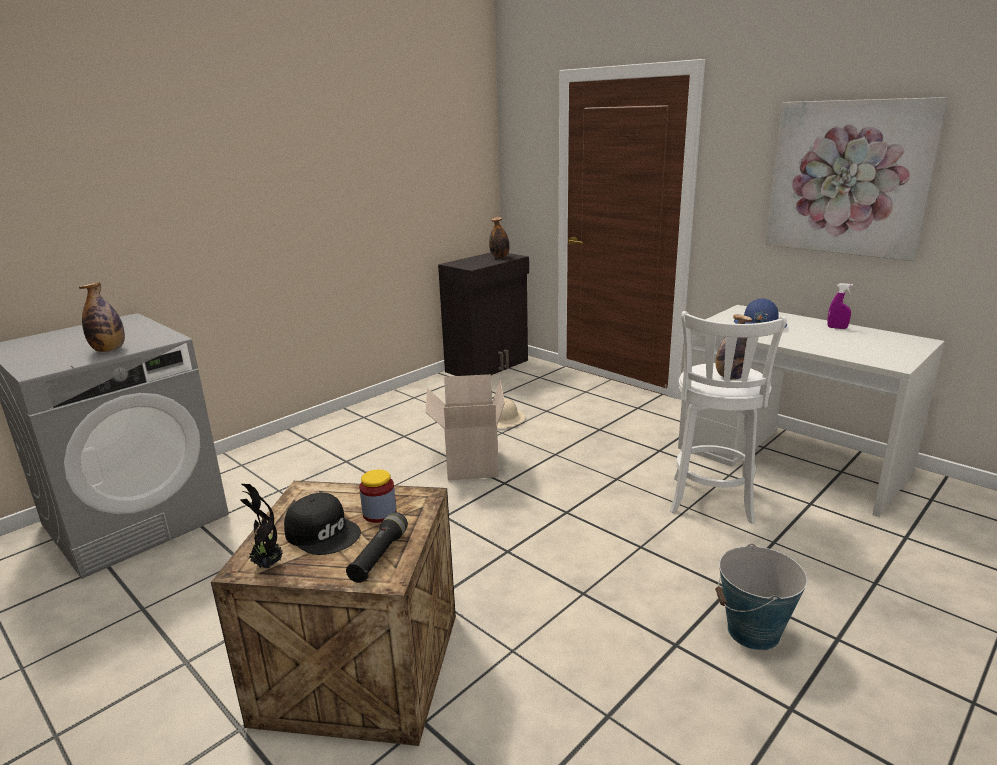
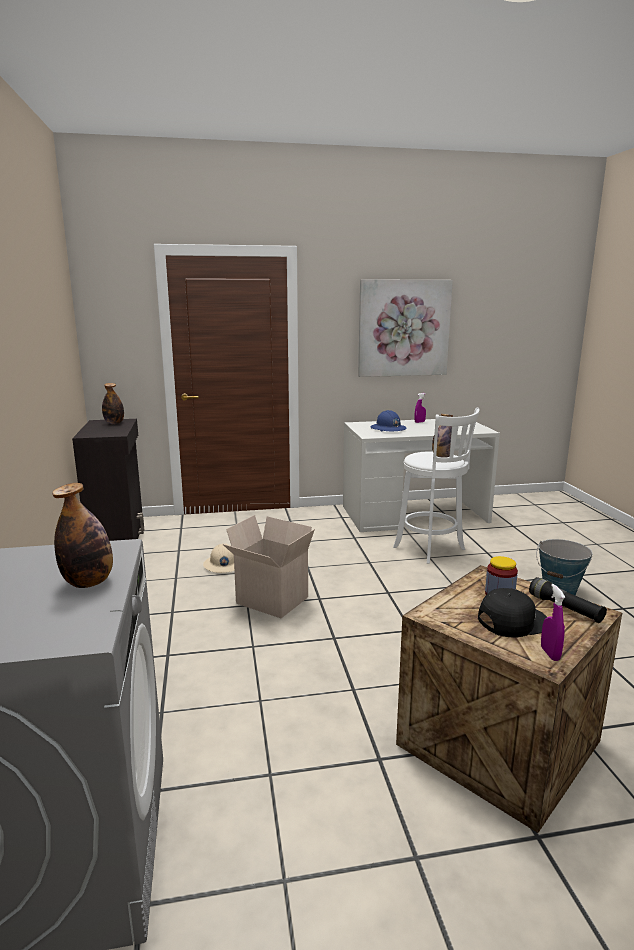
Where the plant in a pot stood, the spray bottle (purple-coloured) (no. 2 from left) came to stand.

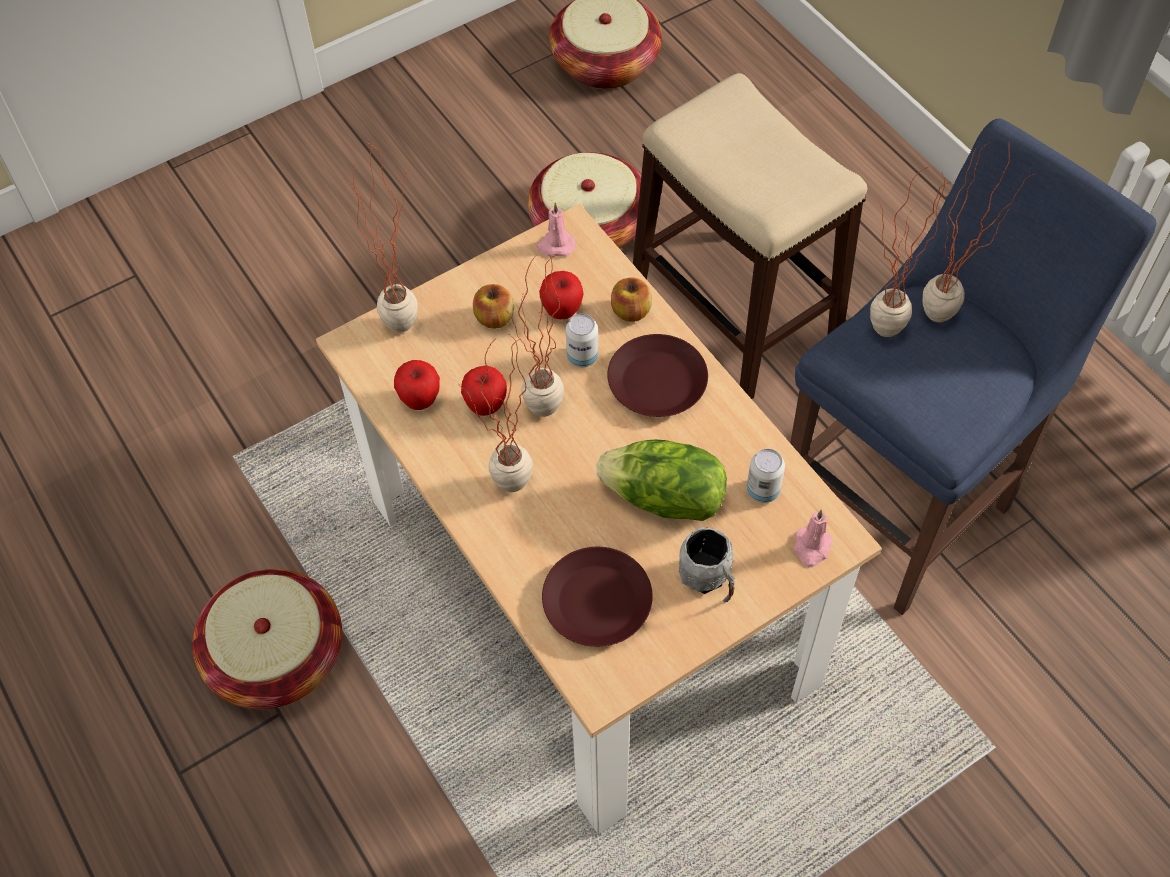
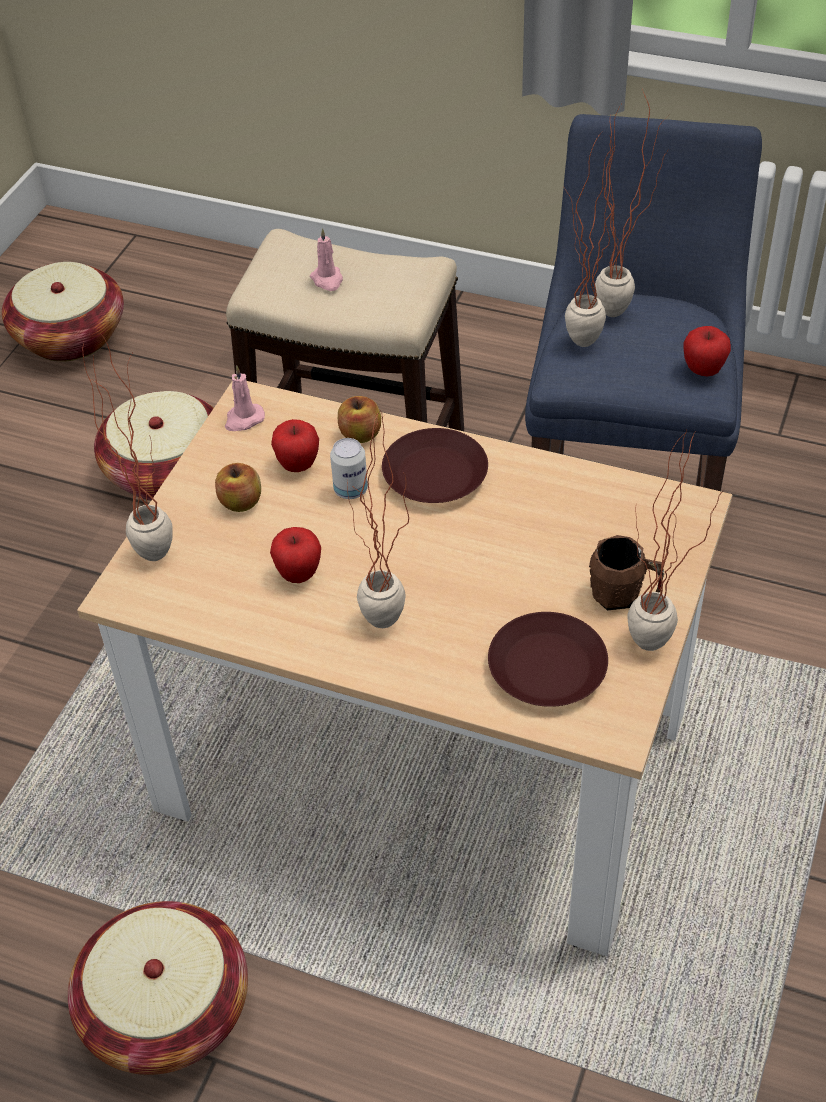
The candle (pink) (no. 2 from left) ended up elsewhere.
What was the tea mug (gray) turned into the tea mug (brownish).
The plant in a pot (no. 3 from left in the first image) ended up elsewhere.
The whole apple (no. 1 from left in the first image) ended up elsewhere.
The second view lost the lettuce head.
The second view lost the can (no. 2 from left).

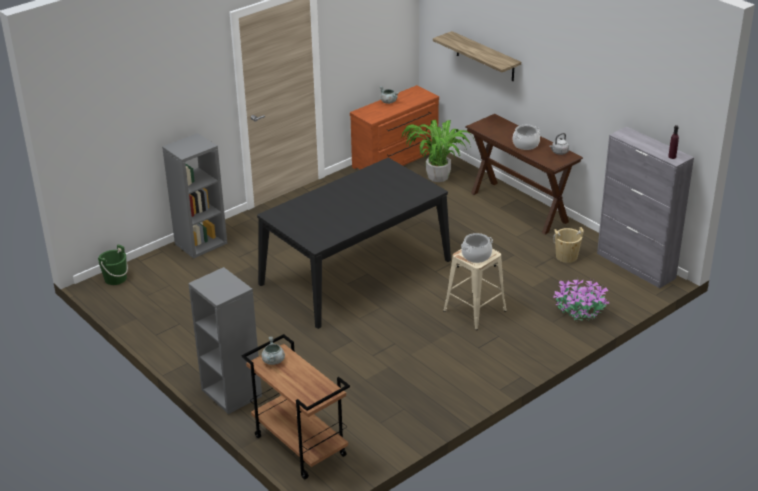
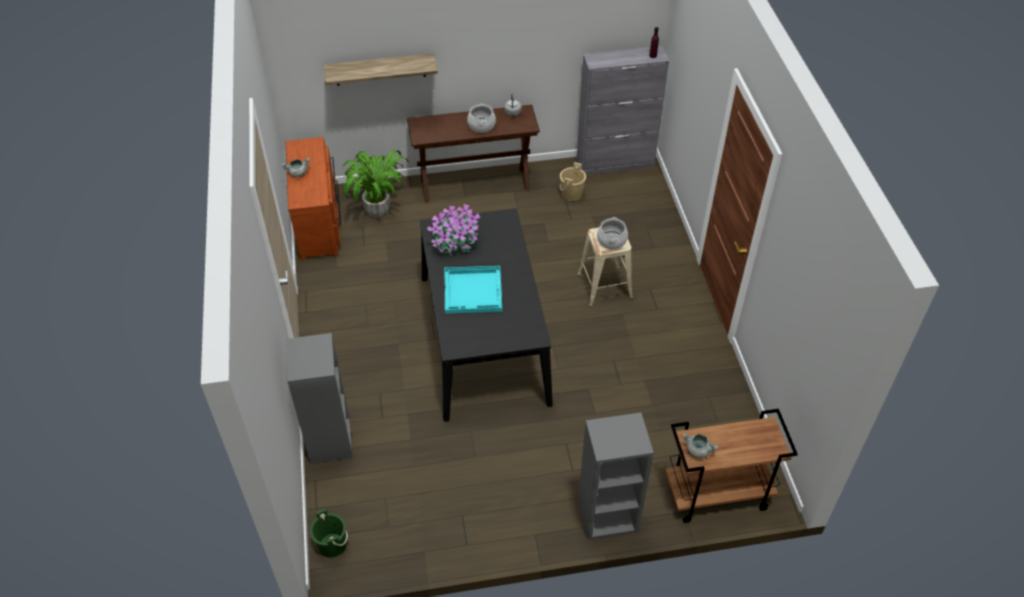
The plant in a pot (no. 2 from left) ended up elsewhere.
The second view gained the serving tray (blue-green).

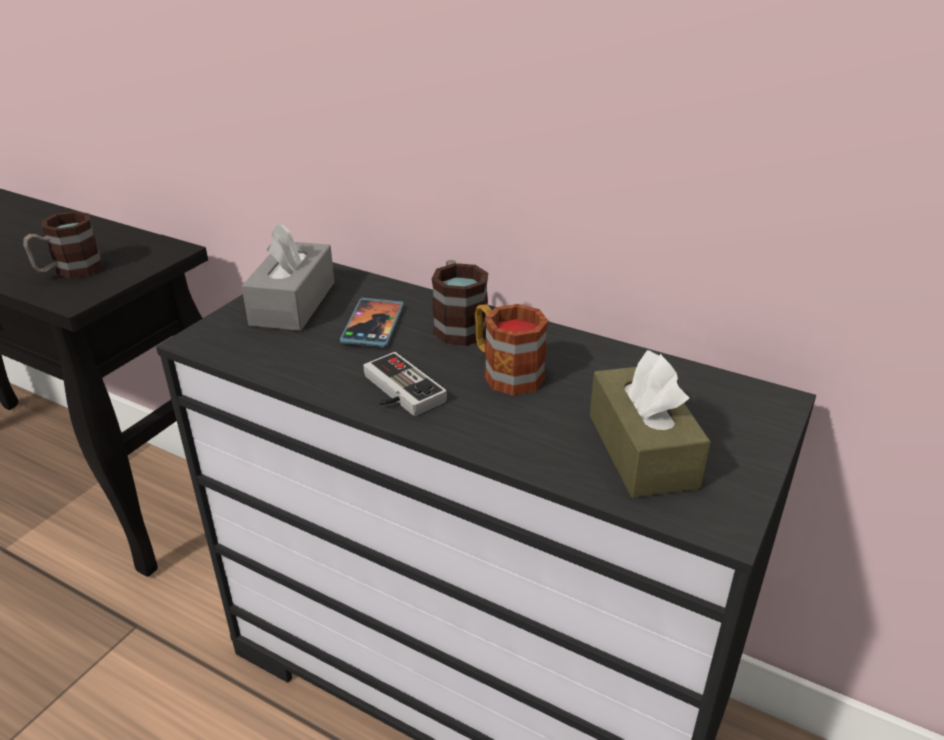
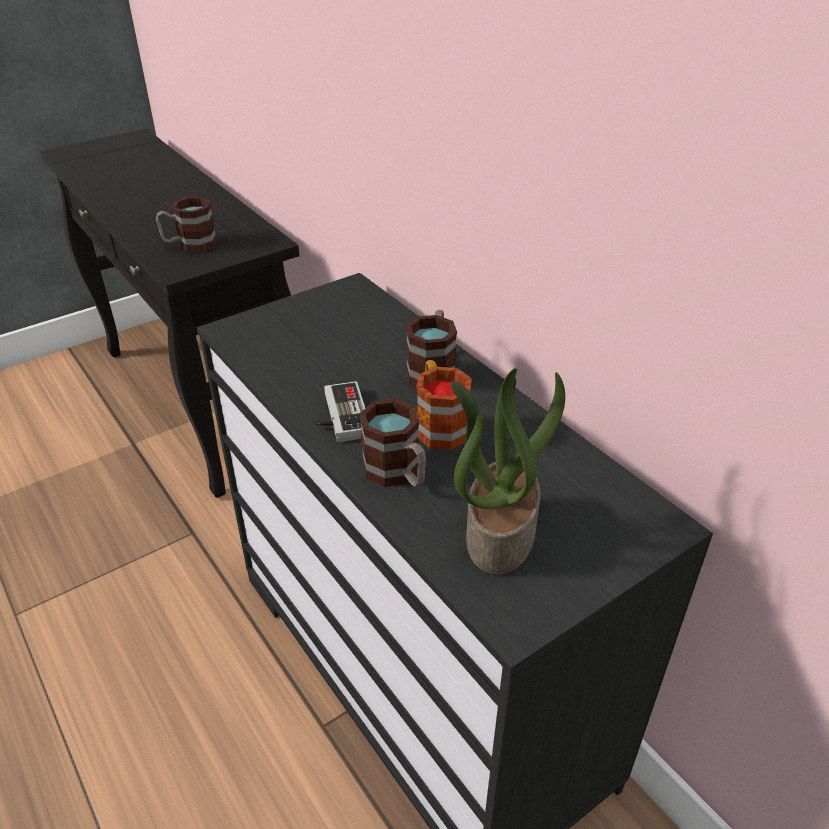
The second view gained the tea mug (no. 2 from left).
Where the box of tissues (brownish) stood, the plant in a pot came to stand.
The second view lost the box of tissues (gray).
The second view lost the handset.

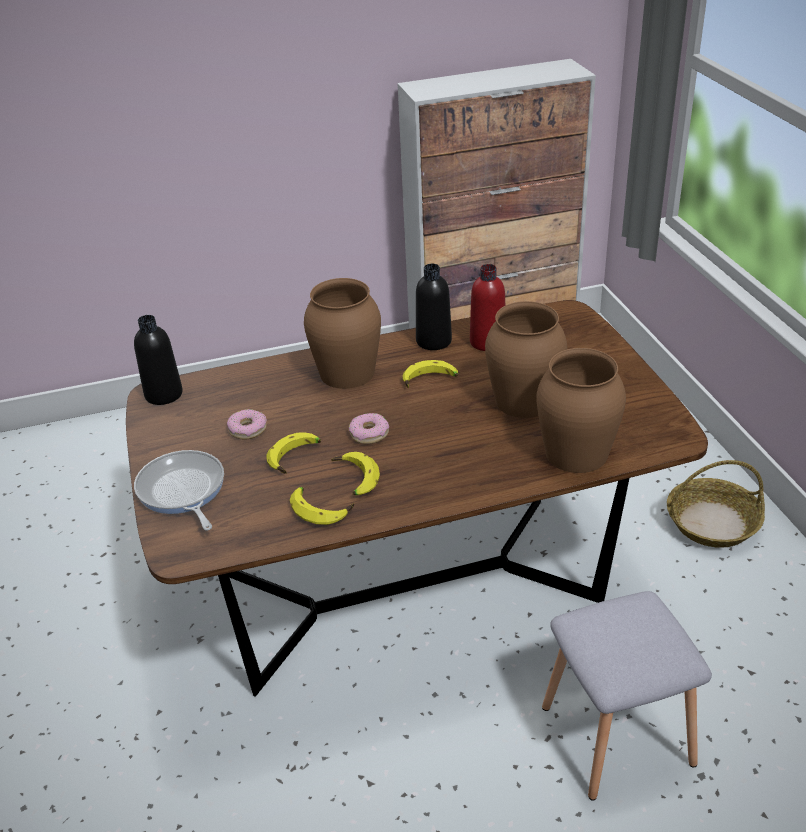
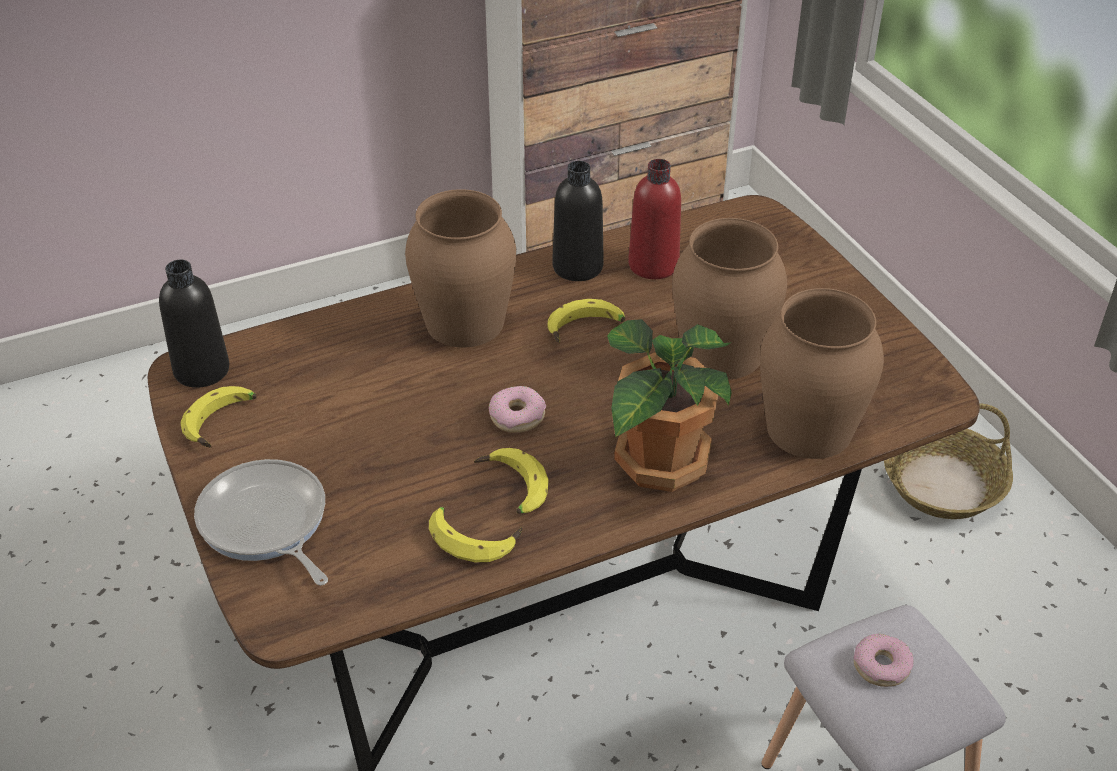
The banana fruit (no. 1 from left) ended up elsewhere.
The second view gained the plant in a pot.
The ring doughnut (no. 1 from left in the first image) ended up elsewhere.

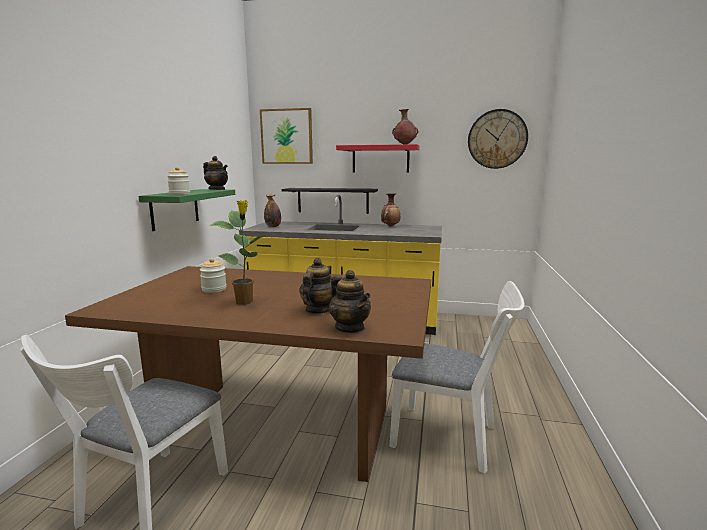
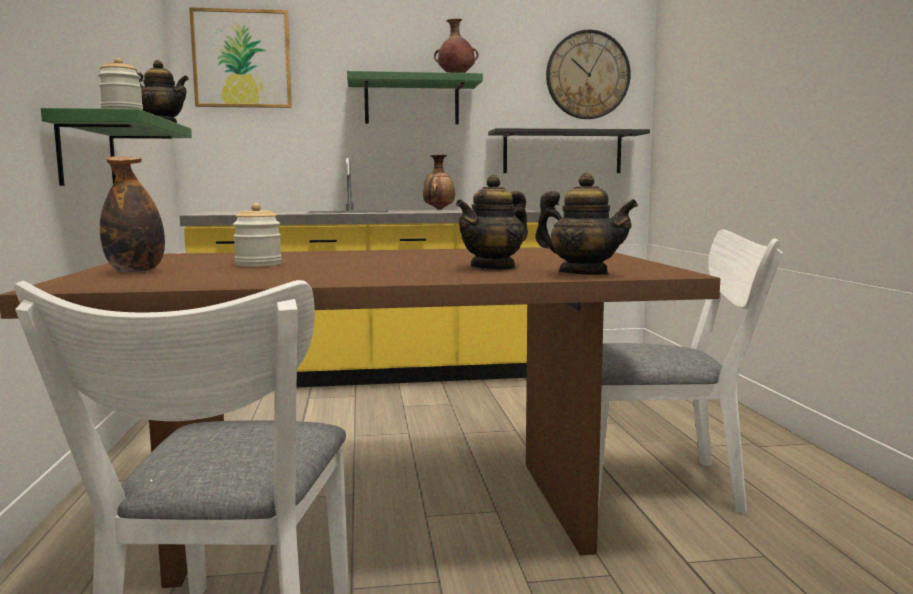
The beverage bottle ended up elsewhere.
What was the shelf (red) turned into the shelf (green) (no. 2 from left).
The teapot (no. 2 from left) ended up facing another way, 135 degrees counterclockwise from before.
The shelf (black-coloured) ended up elsewhere.
The second view lost the plant in a pot.

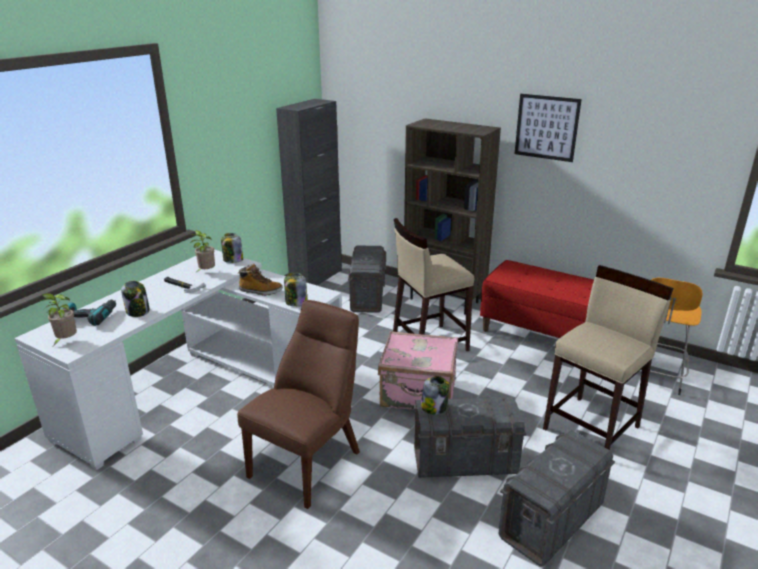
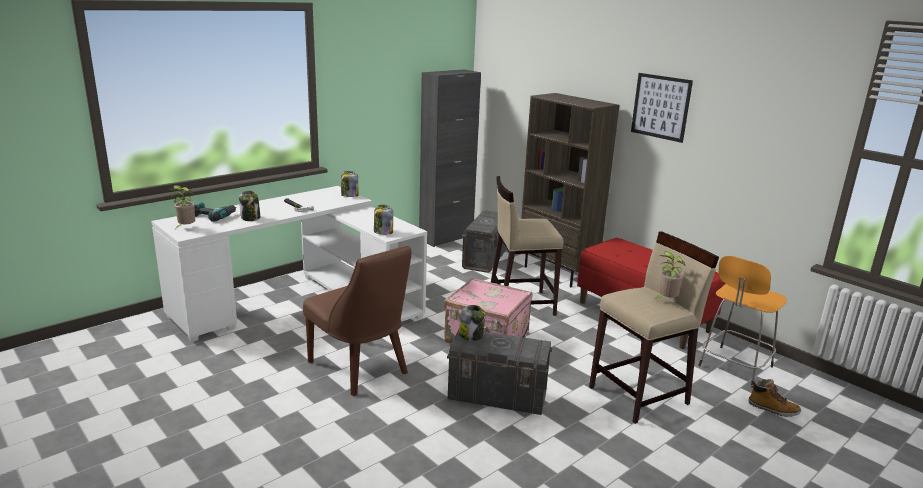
The upright chair (brownish) ended up facing another way, 90 degrees clockwise from before.
The plant in a pot (no. 2 from left) ended up elsewhere.
The high-top boot ended up elsewhere.
The second view lost the storage bin (gray) (no. 3 from left).

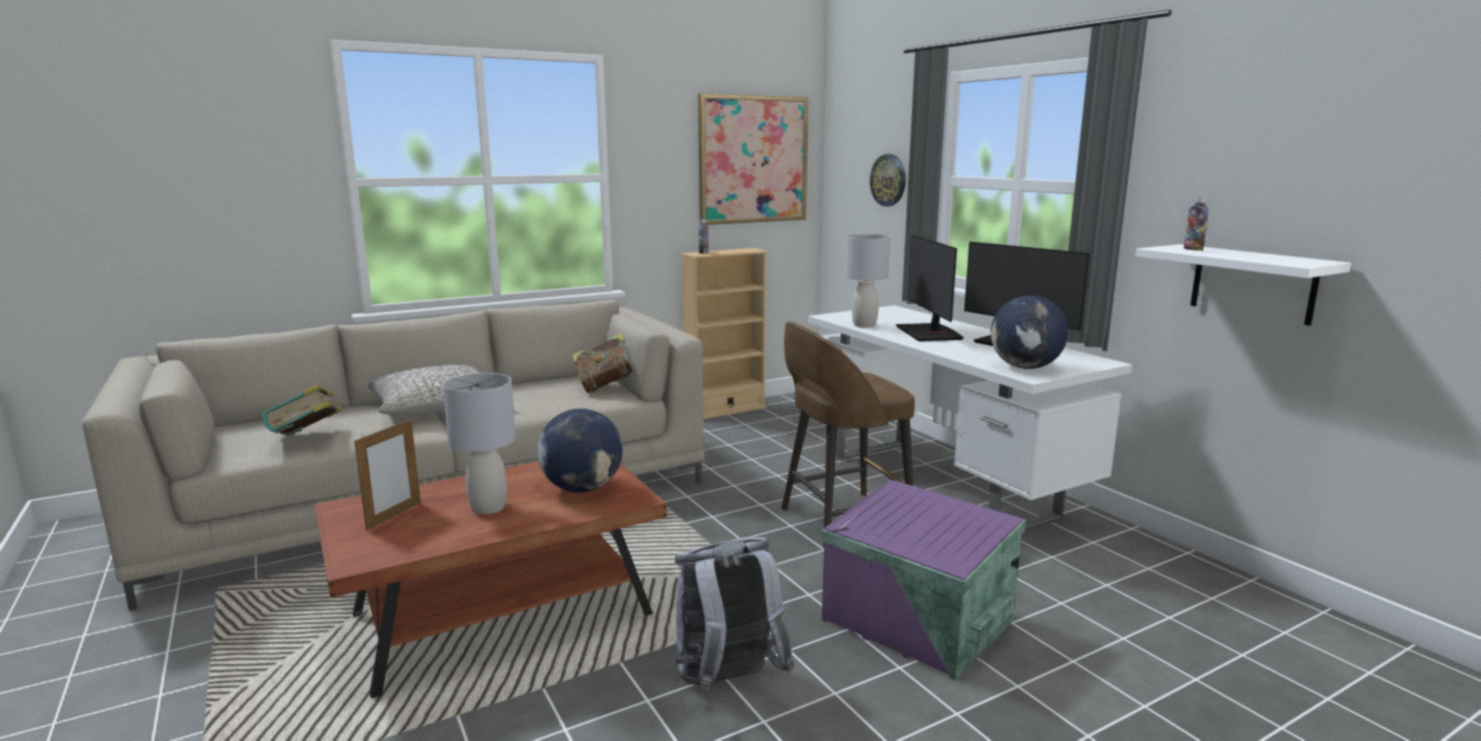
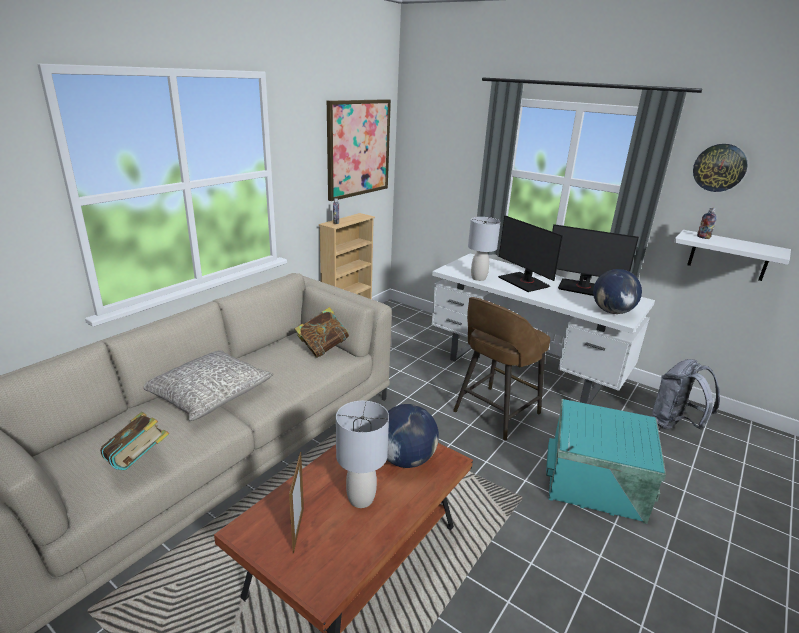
What was the storage bin (purple-coloured) turned into the storage bin (blue-green).
The knapsack (gray) ended up elsewhere.
The wall clock ended up elsewhere.

